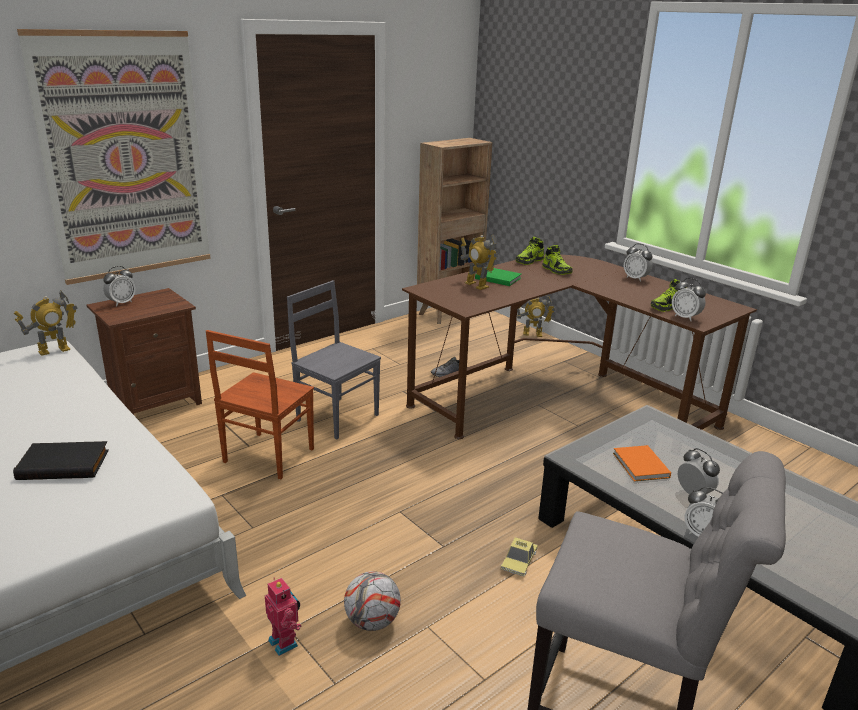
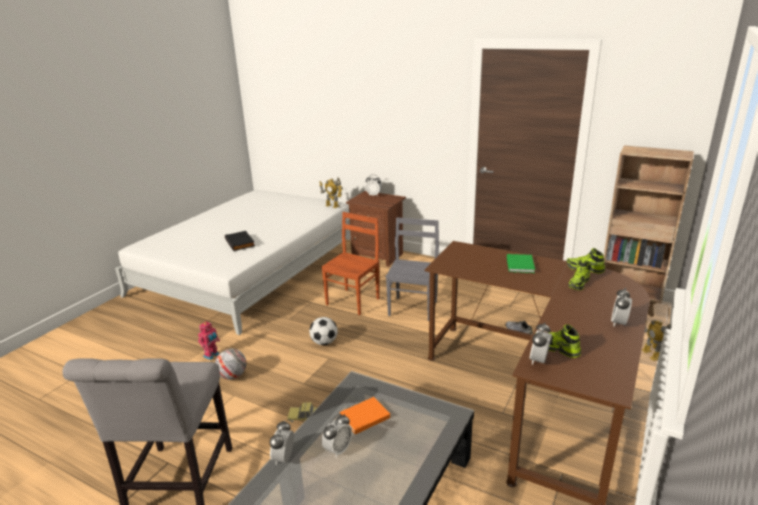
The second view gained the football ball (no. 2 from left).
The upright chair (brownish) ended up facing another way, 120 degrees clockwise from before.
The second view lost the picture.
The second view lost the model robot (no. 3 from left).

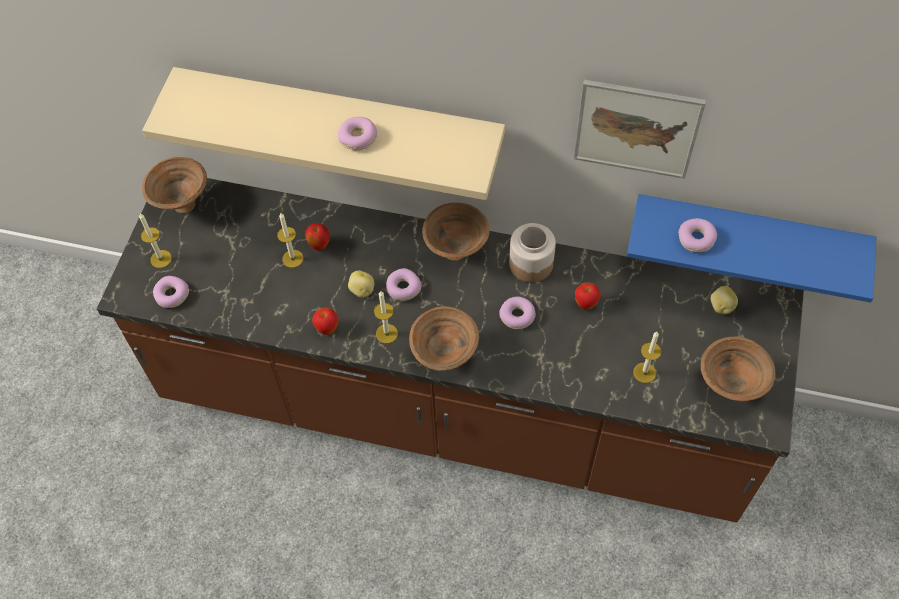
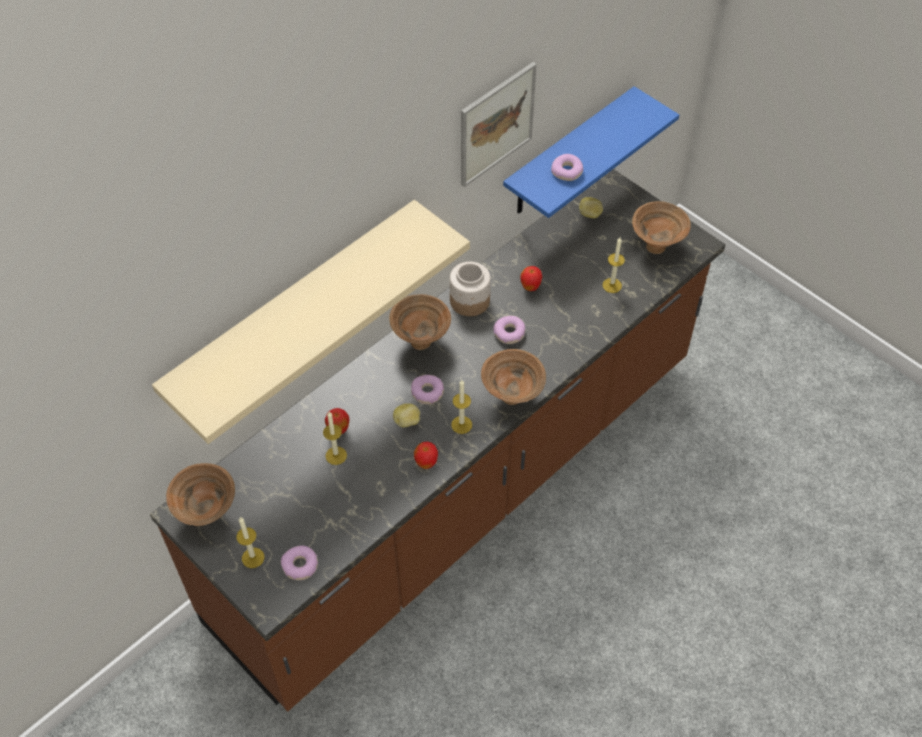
The second view lost the ring doughnut (no. 2 from left).

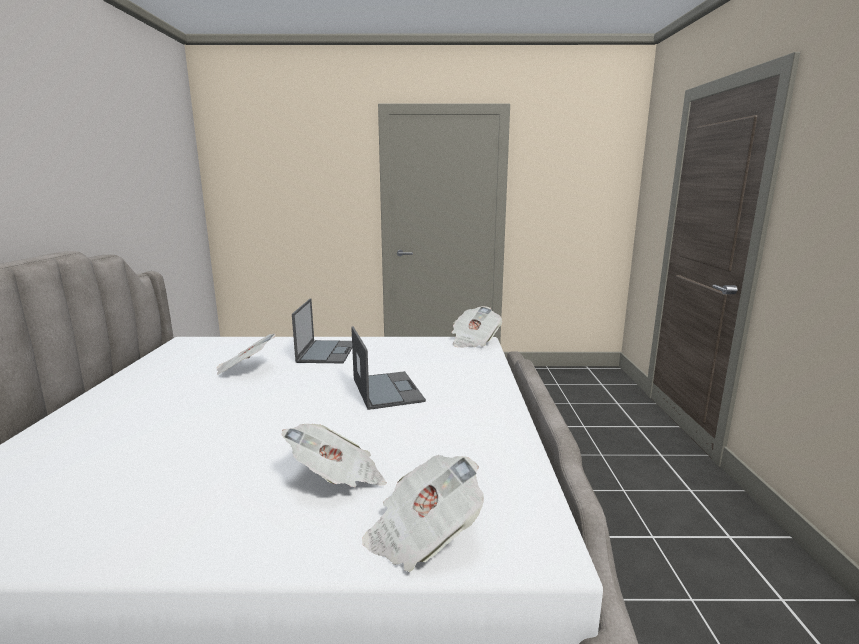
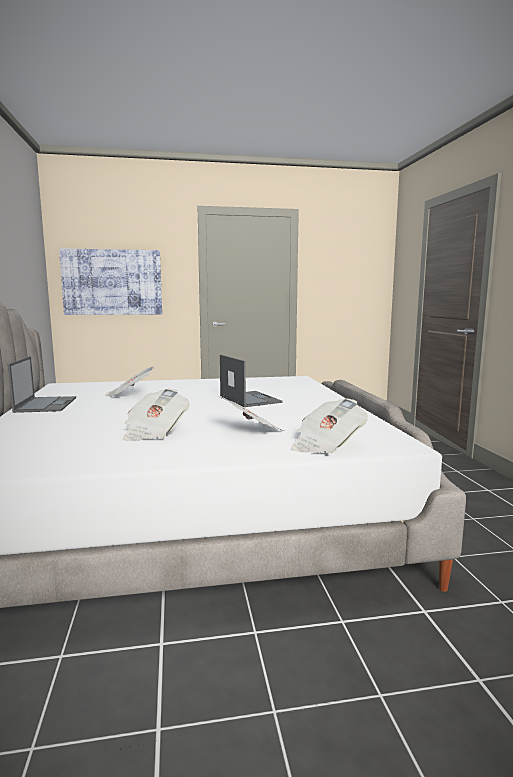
The portable computer (no. 1 from left) ended up elsewhere.
The second view gained the picture.
The daily paper (no. 4 from left in the first image) ended up elsewhere.

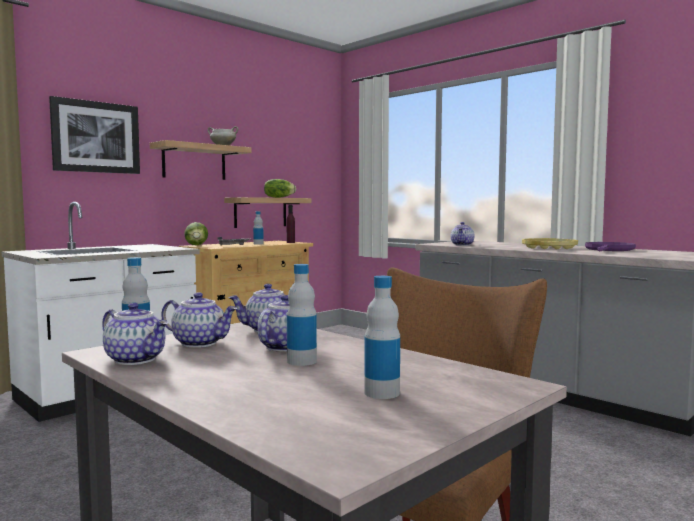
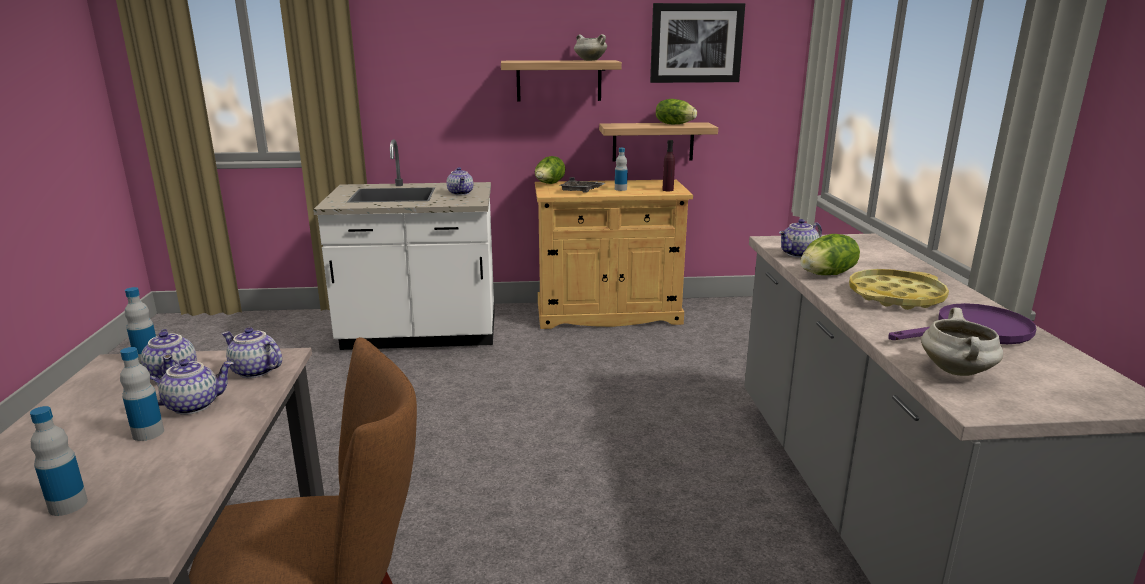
The teapot (no. 1 from left in the first image) ended up elsewhere.
The picture ended up elsewhere.
The second view gained the lettuce head (no. 3 from left).
The second view gained the stockpot (white-coloured) (no. 2 from left).

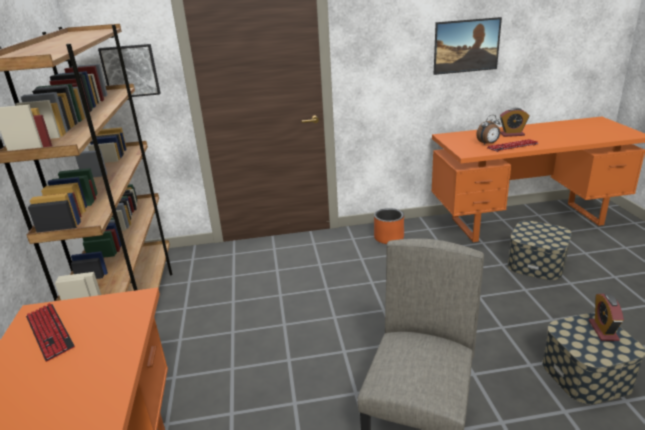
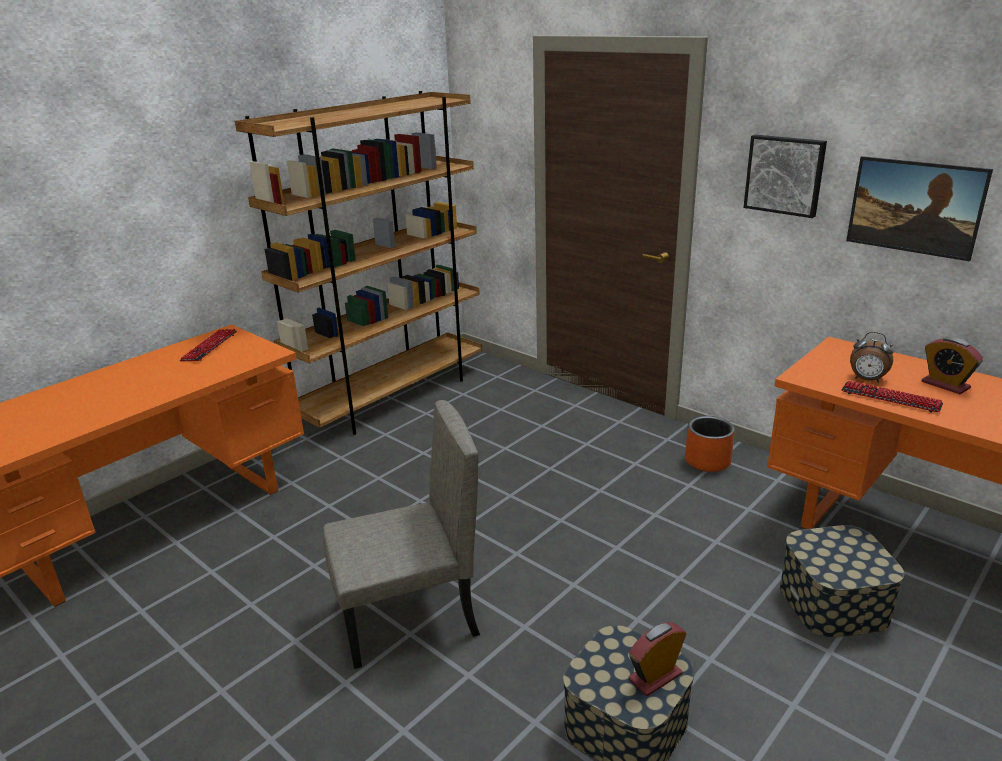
The picture (no. 1 from left) ended up elsewhere.

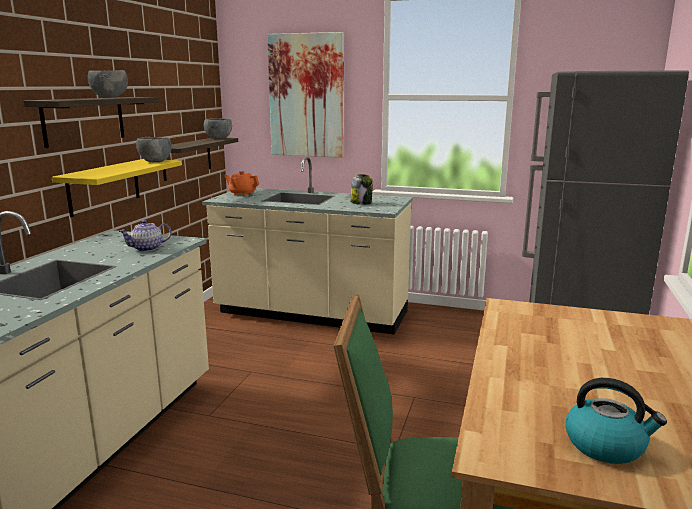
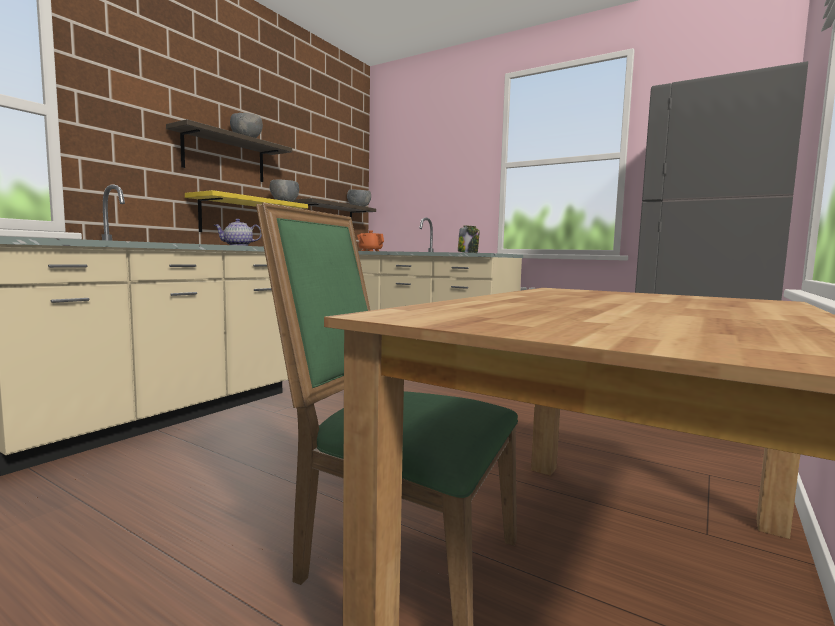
The second view lost the picture.
The second view lost the tea kettle.

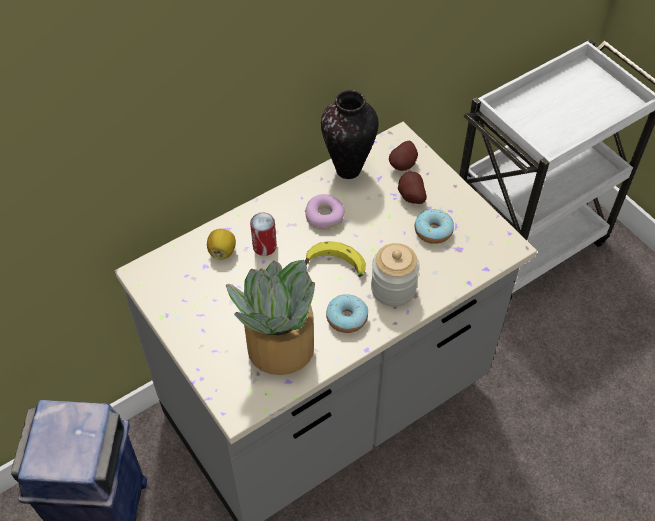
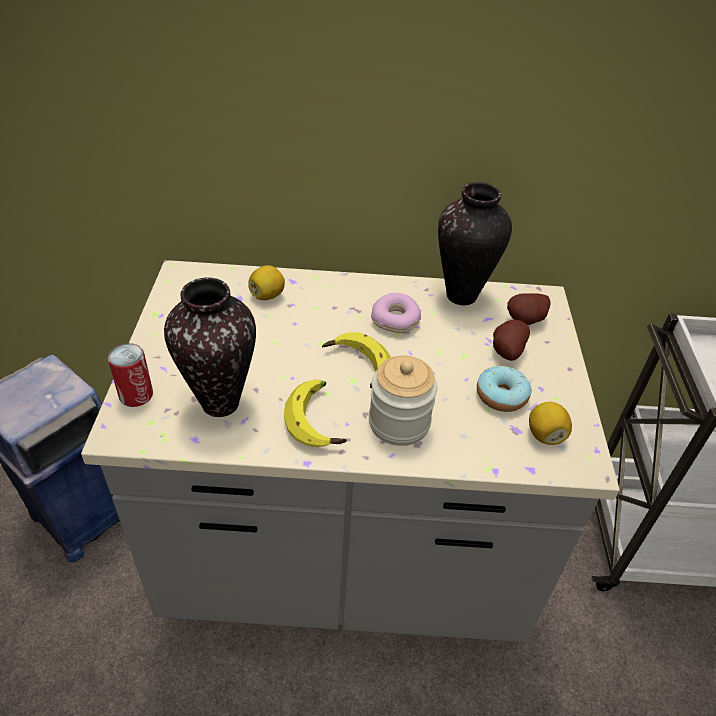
The can ended up elsewhere.
Where the plant in a pot stood, the decorative vase (no. 1 from left) came to stand.
Where the ring doughnut (no. 2 from left) stood, the banana fruit (no. 1 from left) came to stand.
The second view gained the citrus fruit (no. 2 from left).

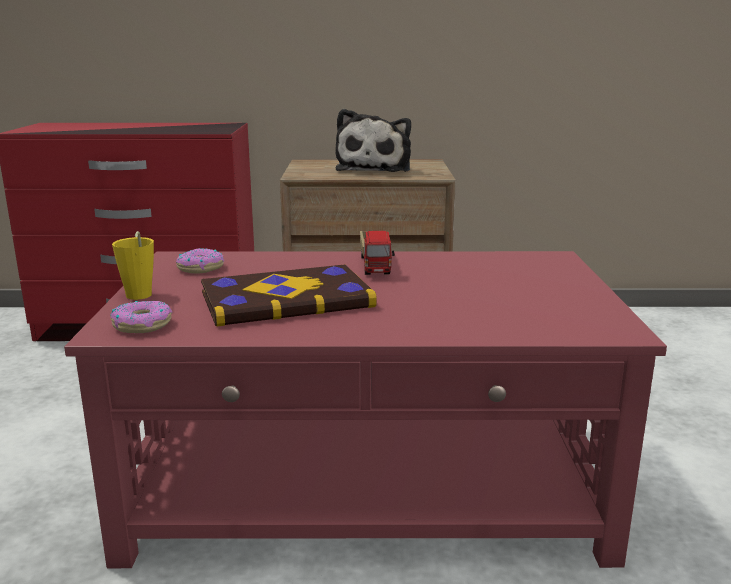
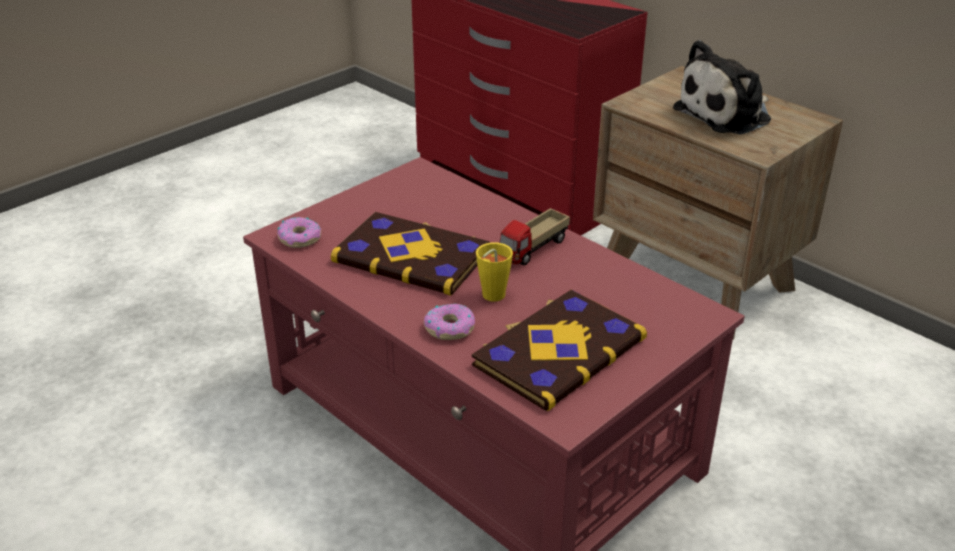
The ring doughnut (no. 2 from left) ended up elsewhere.
The second view gained the bound book (no. 2 from left).
The drinking cup (yellowish) ended up elsewhere.

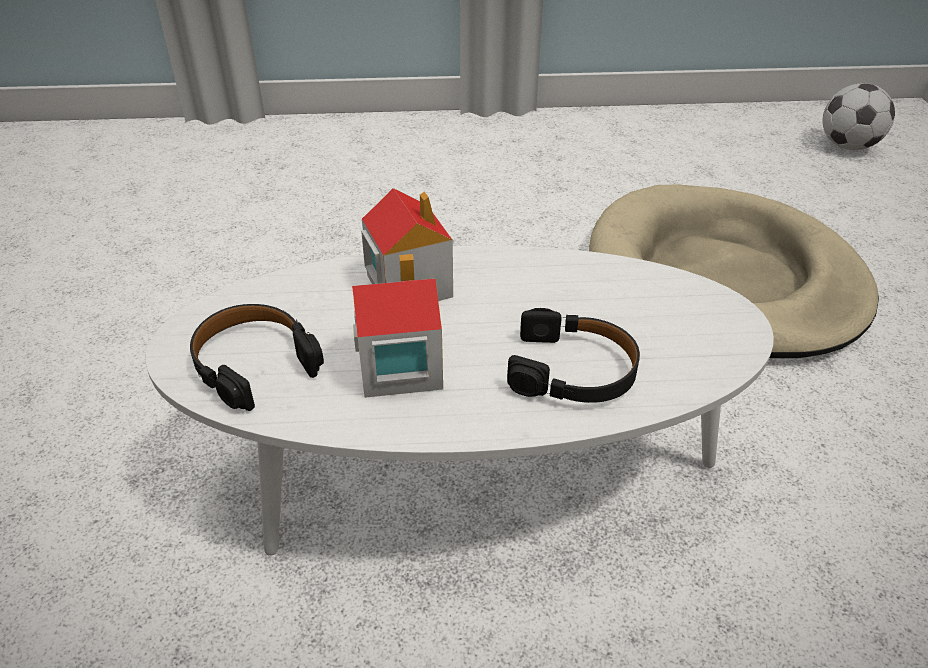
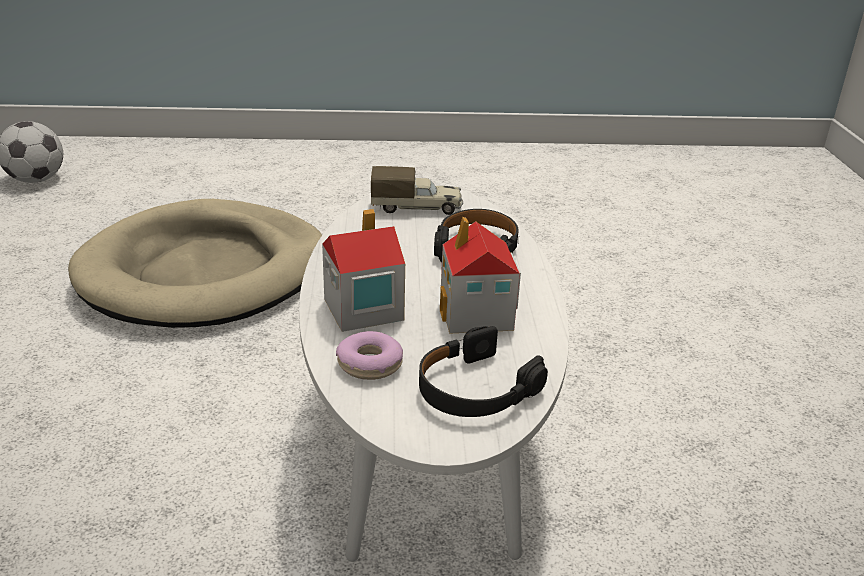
The second view gained the ring doughnut.
The second view gained the toy lorry.

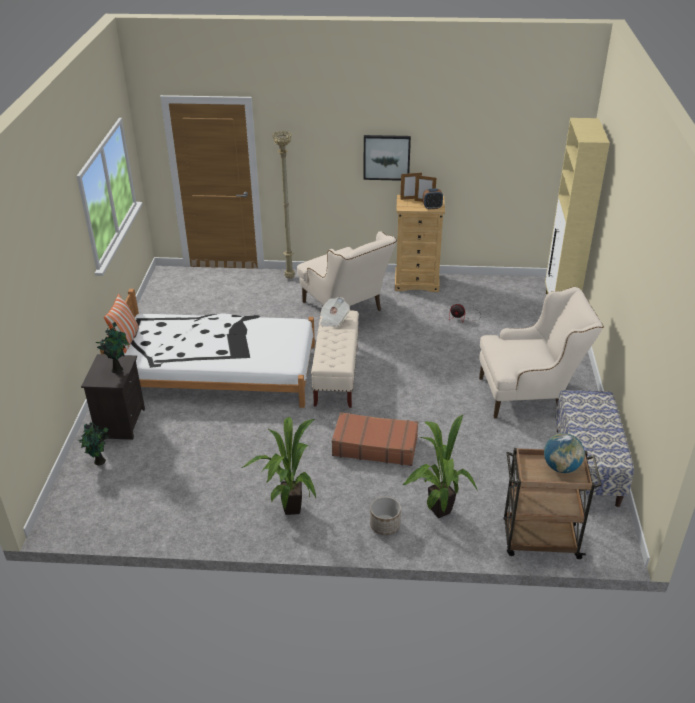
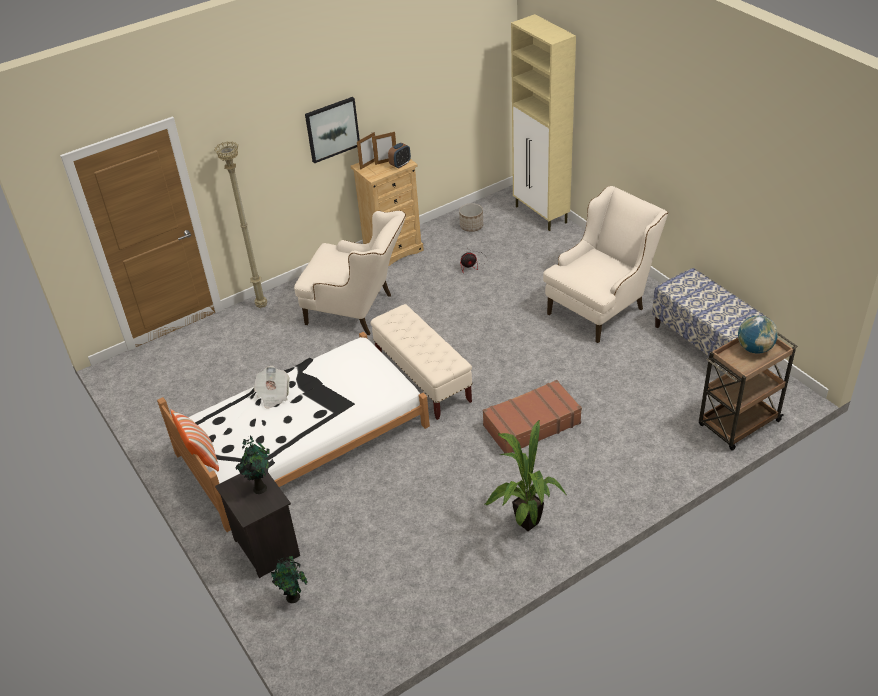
The daily paper ended up elsewhere.
The planter ended up elsewhere.
The second view lost the plant in a pot (no. 4 from left).

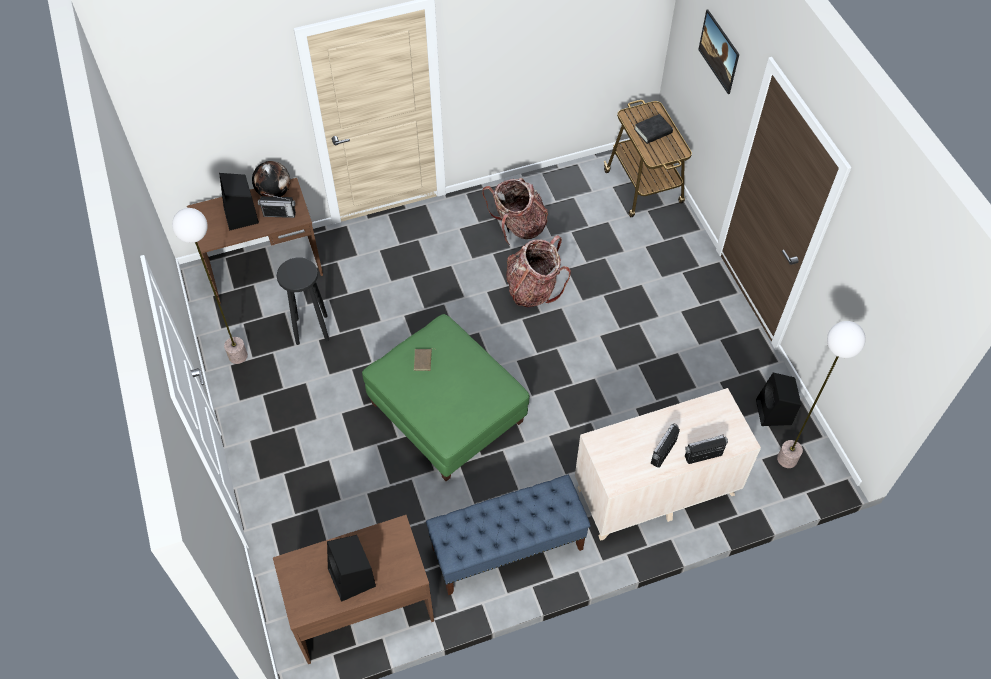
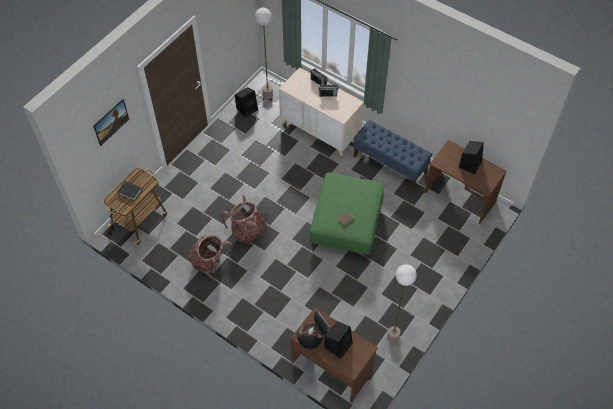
The second view lost the sitting stool (black-coloured).

